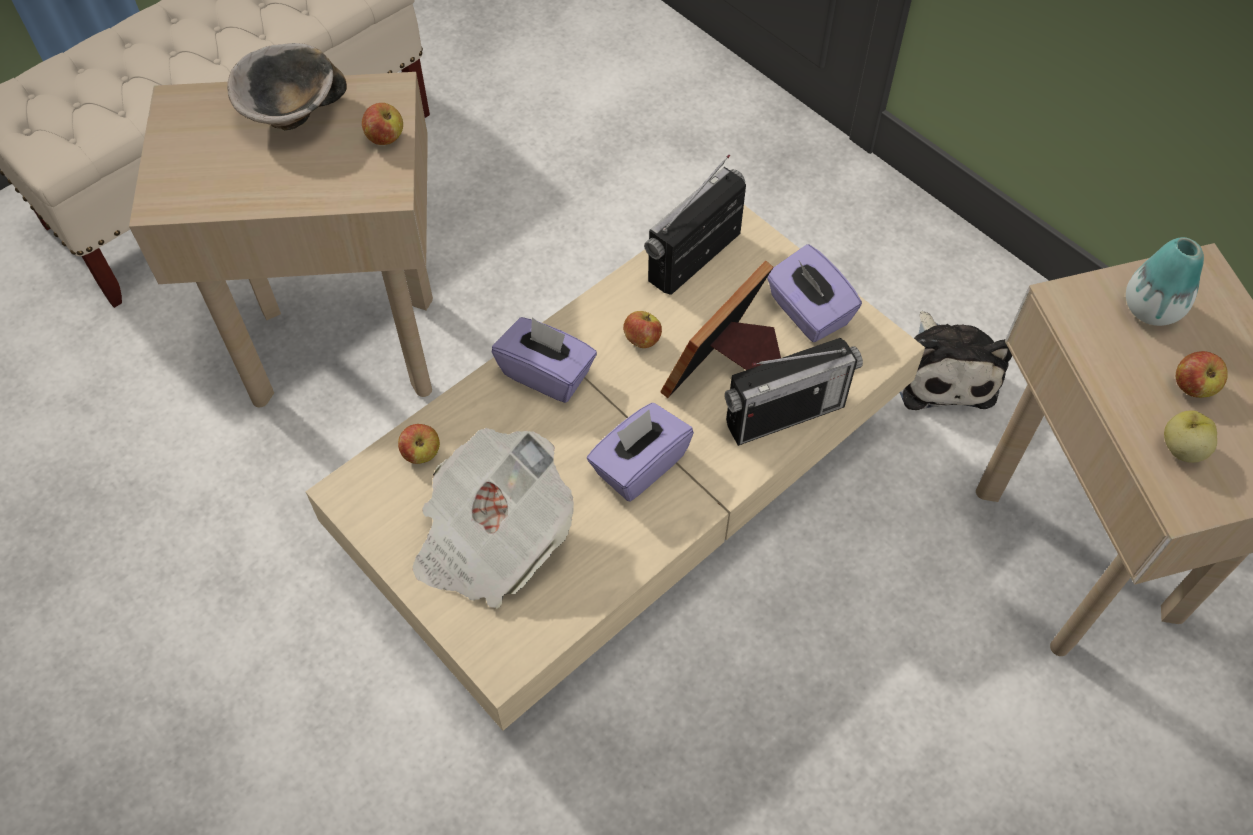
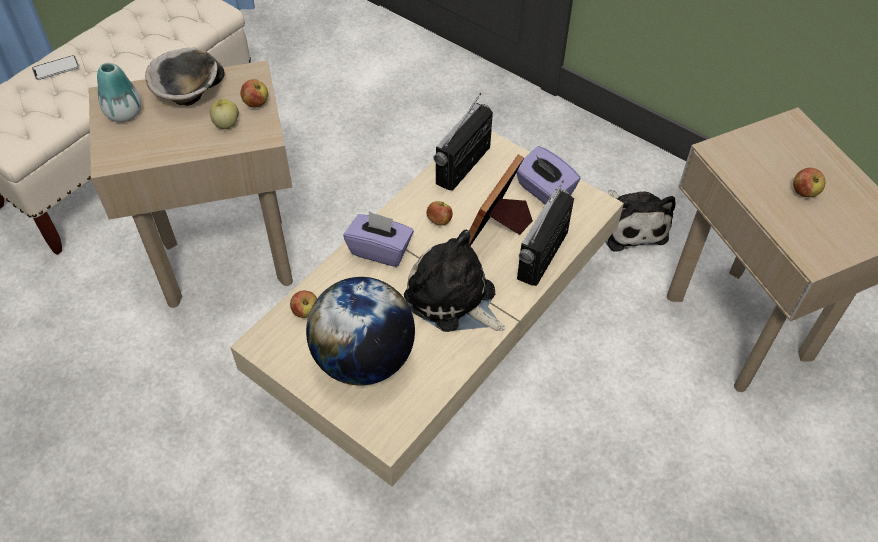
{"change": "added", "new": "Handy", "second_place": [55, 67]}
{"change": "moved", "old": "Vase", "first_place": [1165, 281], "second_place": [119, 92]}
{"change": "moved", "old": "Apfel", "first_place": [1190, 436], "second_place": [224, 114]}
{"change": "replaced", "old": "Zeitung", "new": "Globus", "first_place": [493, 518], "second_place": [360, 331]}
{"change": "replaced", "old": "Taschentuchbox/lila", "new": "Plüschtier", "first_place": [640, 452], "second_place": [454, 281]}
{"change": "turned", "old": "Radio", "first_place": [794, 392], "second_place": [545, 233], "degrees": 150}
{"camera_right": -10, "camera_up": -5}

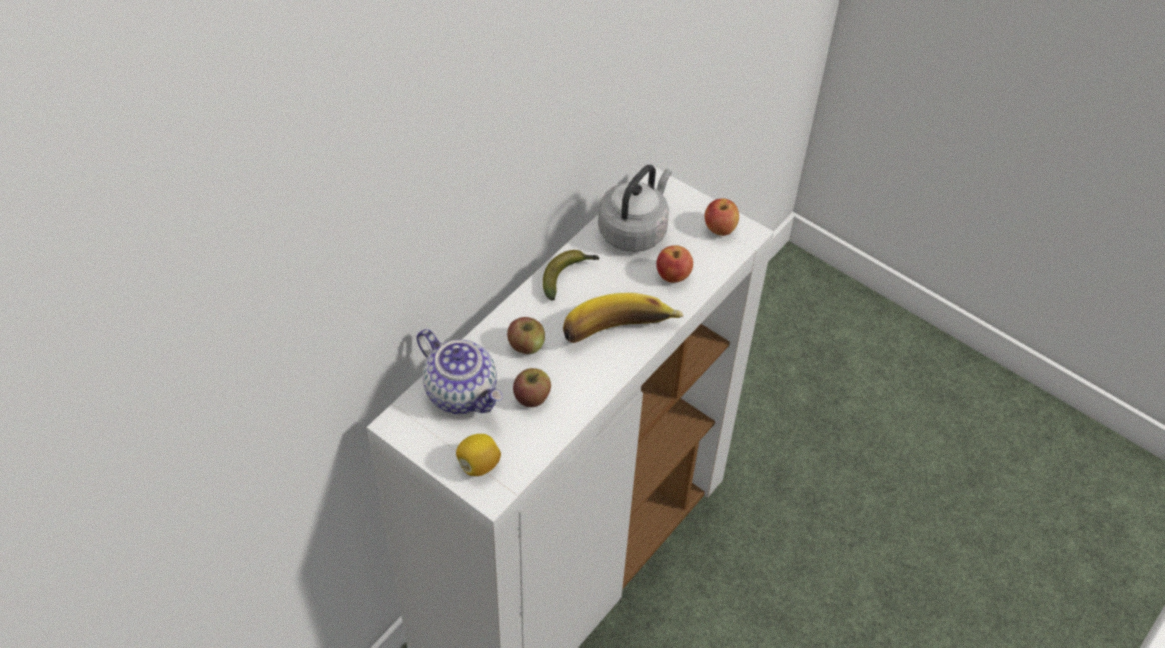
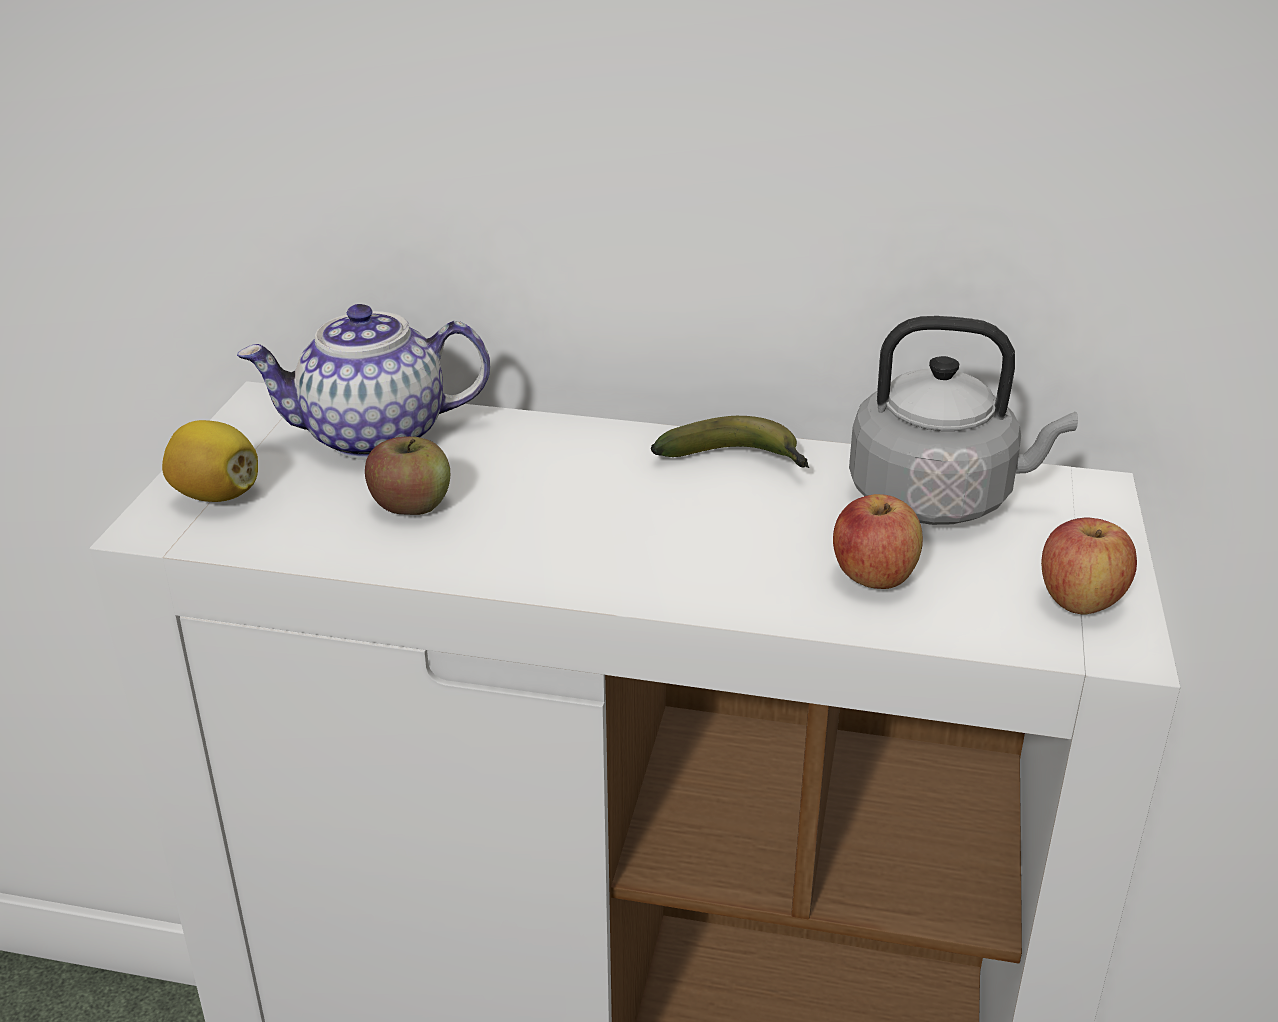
{"change": "turned", "old": "Teekanne", "first_place": [459, 371], "second_place": [363, 382], "degrees": 60}
{"change": "removed", "old": "Apfel", "first_place": [526, 335]}
{"change": "removed", "old": "Banane", "first_place": [623, 317]}
{"camera_right": 65, "camera_up": -20}

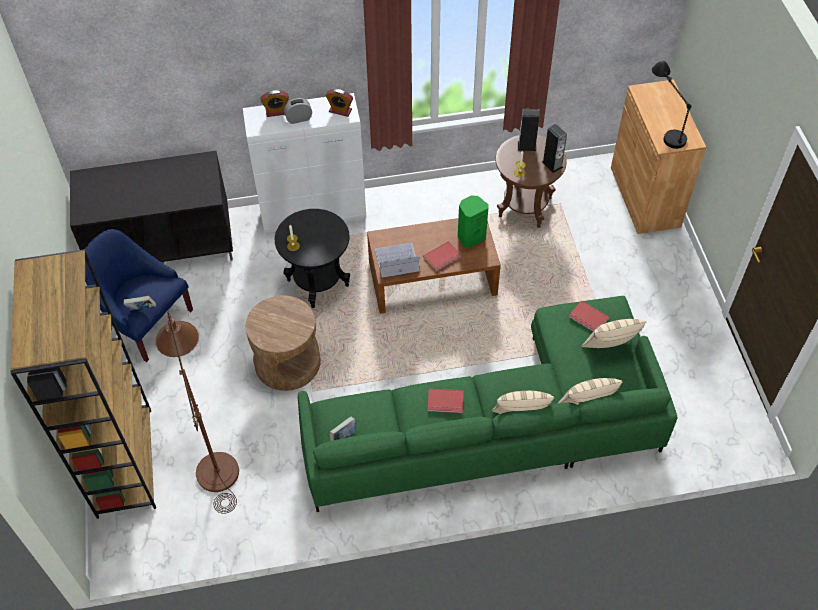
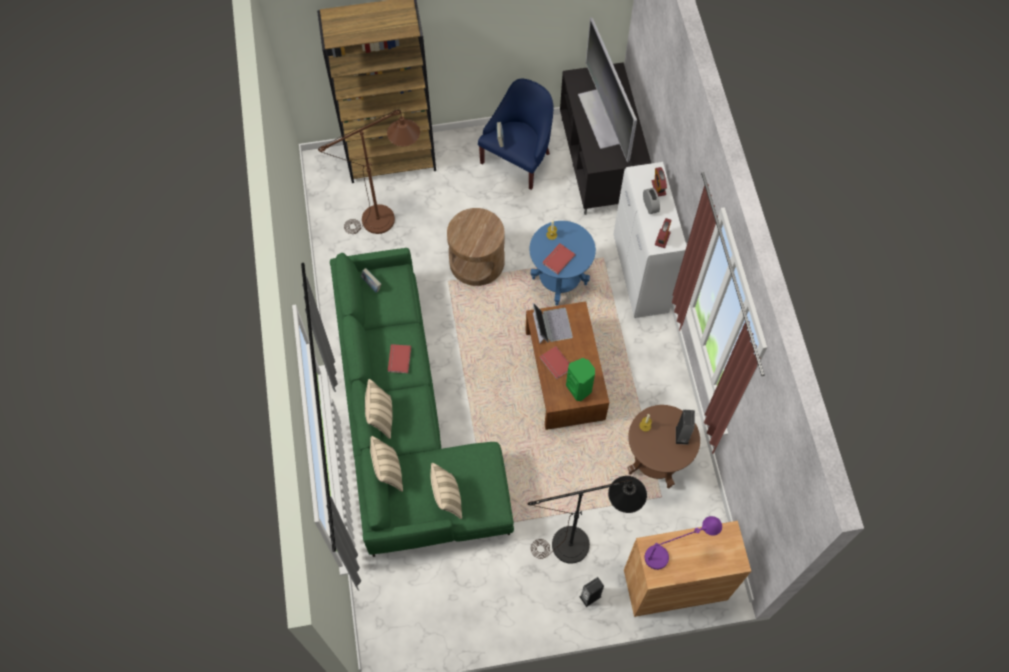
{"change": "added", "new": "Stehlampe/schwarz", "second_place": [587, 520]}
{"change": "recoloured", "old": "Beistelltisch/schwarz", "new": "Beistelltisch/blau", "first_place": [312, 258], "second_place": [562, 263]}
{"change": "moved", "old": "Buch/rot", "first_place": [589, 316], "second_place": [559, 259]}
{"change": "added", "new": "Fernseher", "second_place": [607, 89]}
{"change": "moved", "old": "Lautsprecher", "first_place": [554, 148], "second_place": [591, 592]}
{"change": "recoloured", "old": "Tischlampe/schwarz", "new": "Tischlampe/lila", "first_place": [672, 105], "second_place": [683, 543]}
{"camera_right": 90, "camera_up": 10}

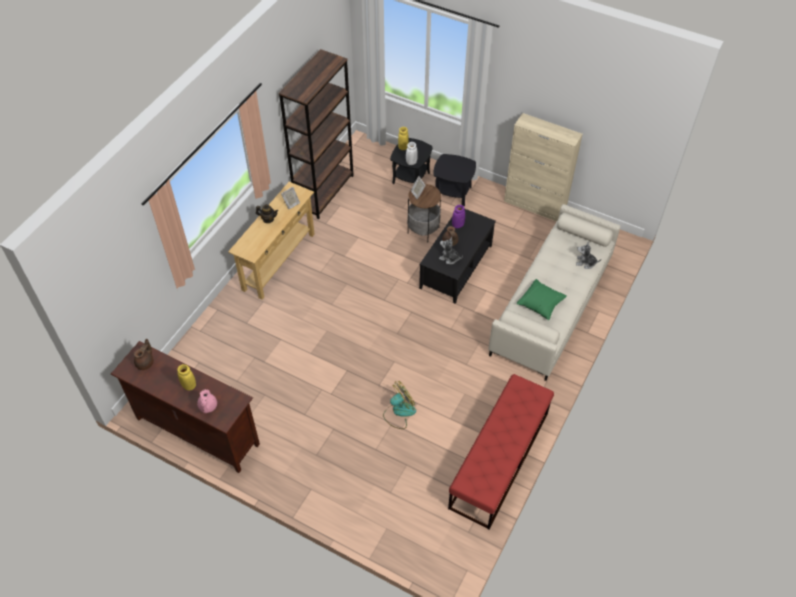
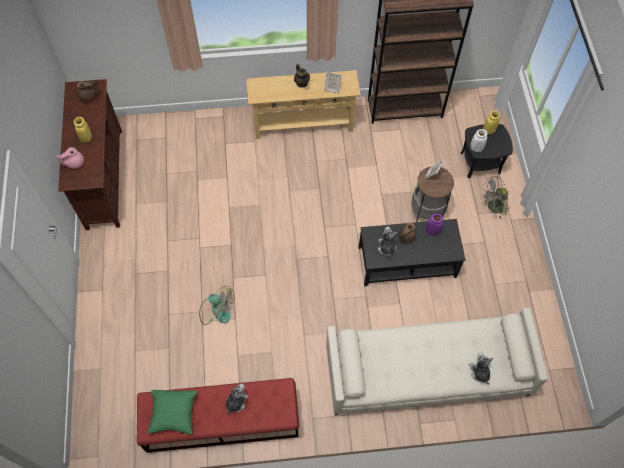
{"change": "moved", "old": "Kissen/grün", "first_place": [542, 299], "second_place": [172, 412]}
{"change": "added", "new": "Plüschtier", "second_place": [237, 399]}
{"change": "replaced", "old": "Beistelltisch/schwarz", "new": "Ventilator/grau", "first_place": [454, 180], "second_place": [495, 197]}
{"change": "removed", "old": "Schrank/beige", "first_place": [543, 167]}
{"camera_right": 55, "camera_up": 10}

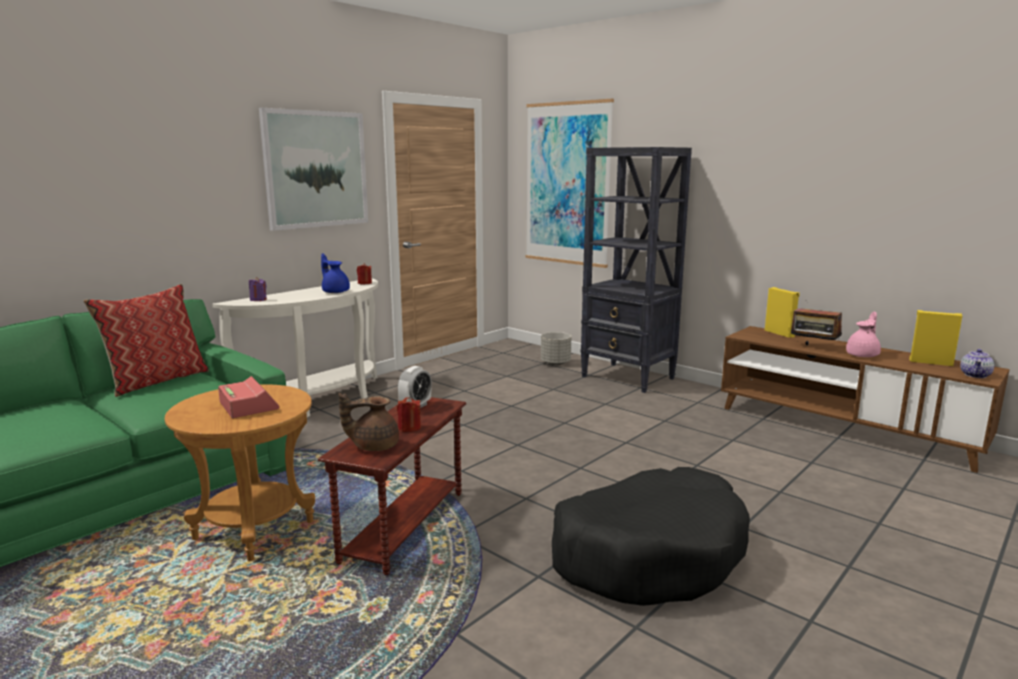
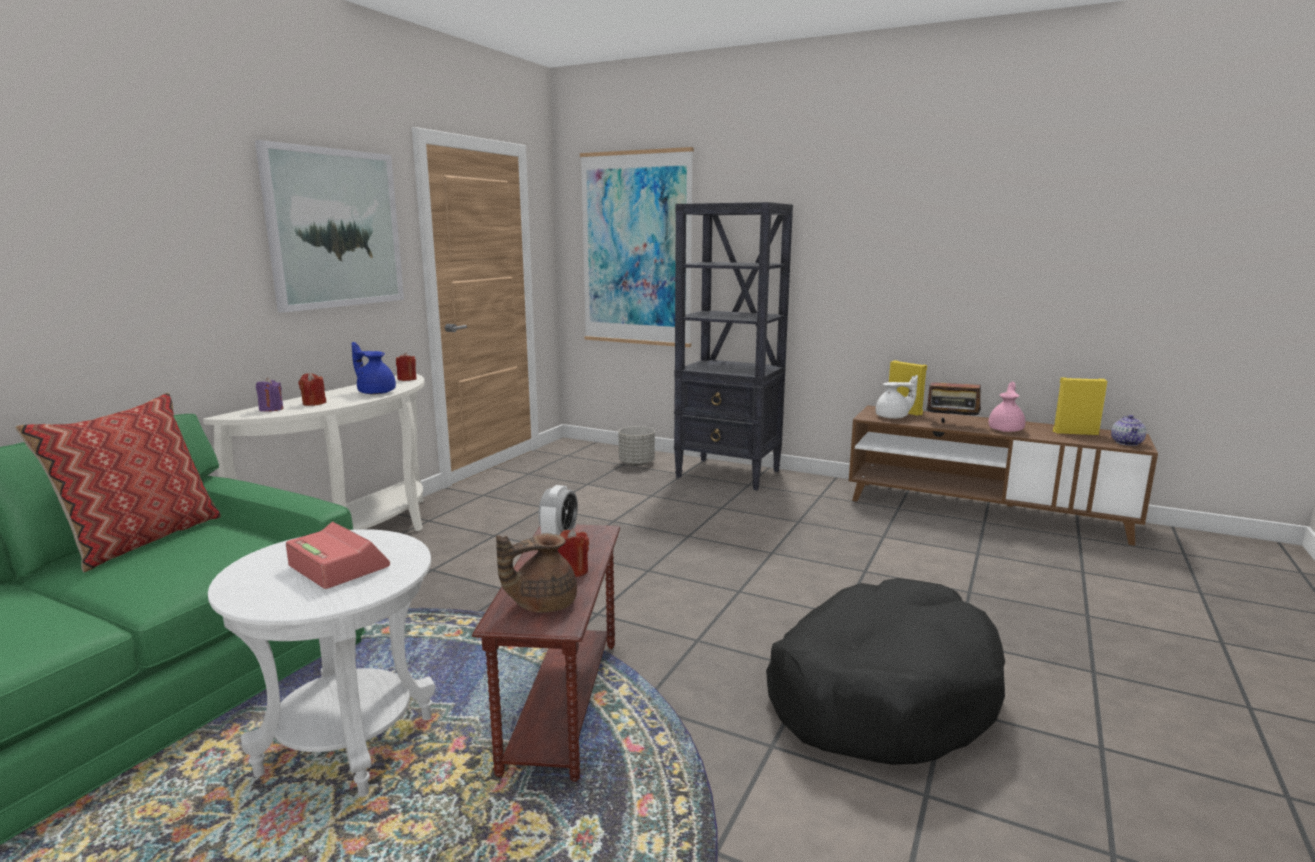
{"change": "recoloured", "old": "Beistelltisch/braun", "new": "Beistelltisch/weiß", "first_place": [240, 472], "second_place": [321, 663]}
{"change": "added", "new": "Kerze/rot", "second_place": [312, 389]}
{"change": "added", "new": "Teekanne/weiß", "second_place": [897, 397]}
{"camera_right": -15, "camera_up": 0}

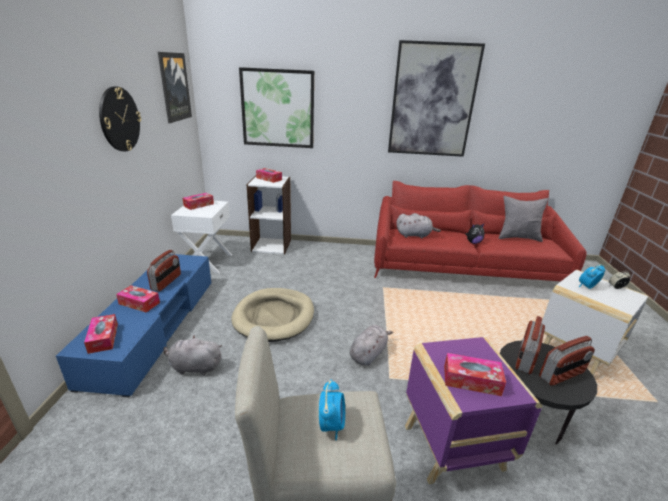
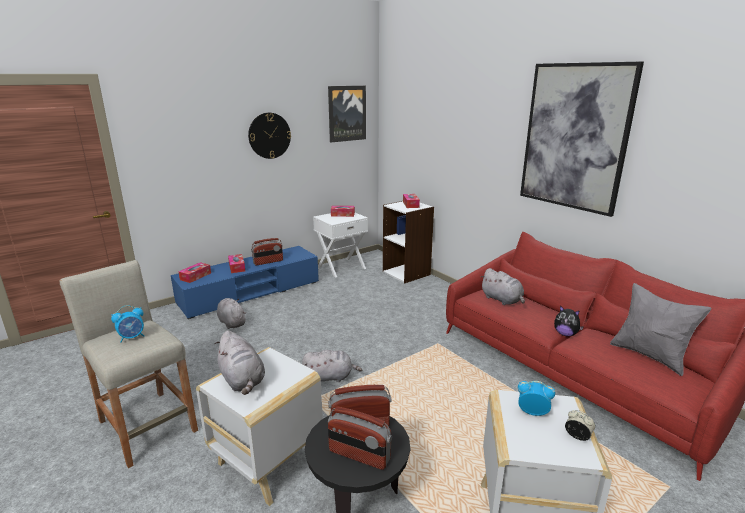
{"change": "recoloured", "old": "Beistelltisch/lila", "new": "Beistelltisch/weiß", "first_place": [473, 410], "second_place": [259, 426]}
{"change": "replaced", "old": "Taschentuchbox", "new": "Plüschtier/grau", "first_place": [475, 374], "second_place": [240, 362]}
{"change": "removed", "old": "Hundebett/beige", "first_place": [272, 315]}
{"change": "removed", "old": "Bild", "first_place": [276, 107]}
{"camera_right": 50, "camera_up": -5}

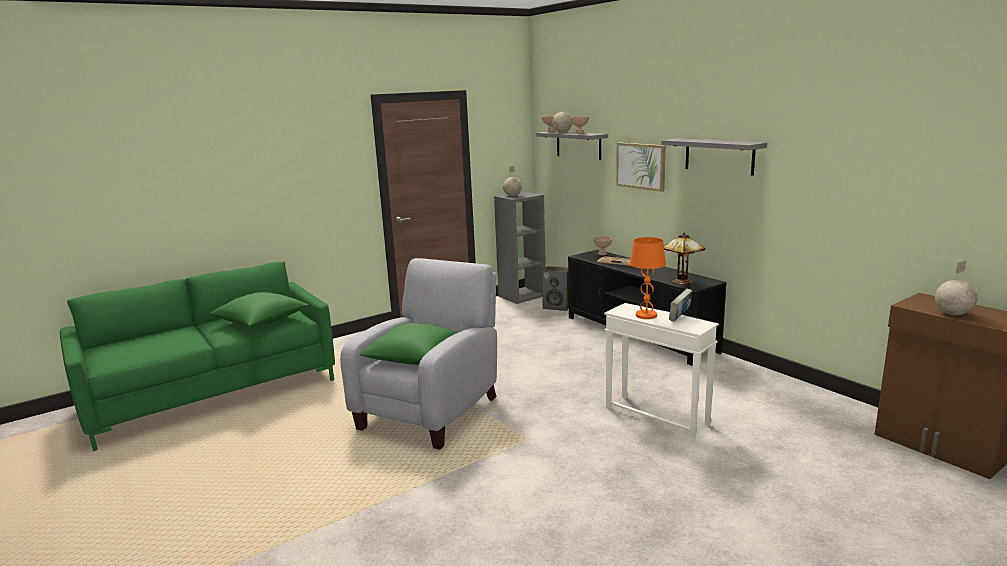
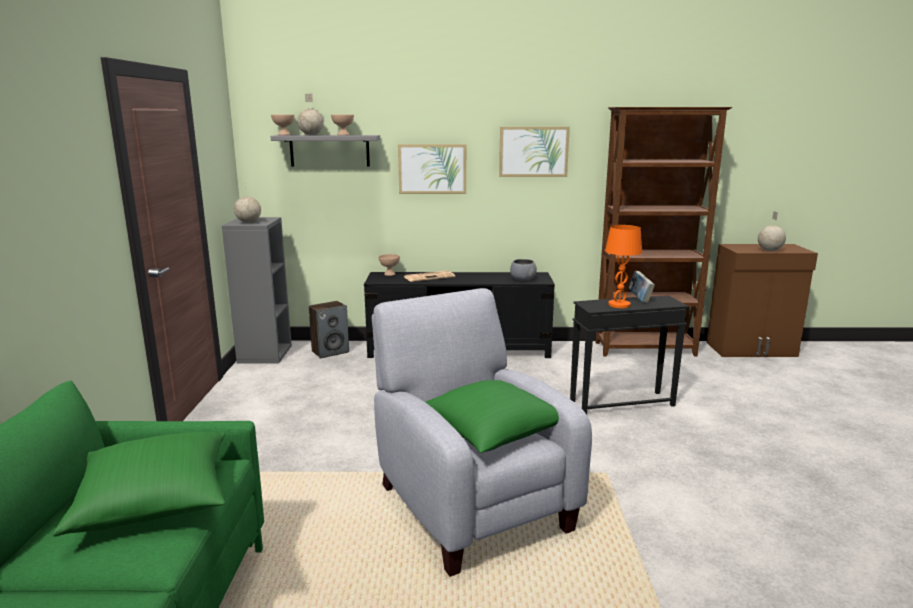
{"change": "replaced", "old": "Wandregal/grau", "new": "Bild", "first_place": [714, 157], "second_place": [534, 152]}
{"change": "replaced", "old": "Tischlampe", "new": "Schüssel/grau", "first_place": [685, 259], "second_place": [523, 270]}
{"change": "recoloured", "old": "Beistelltisch/weiß", "new": "Beistelltisch/schwarz", "first_place": [661, 371], "second_place": [629, 355]}
{"change": "added", "new": "Bücherregal/braun", "second_place": [664, 232]}
{"camera_right": -55, "camera_up": 0}

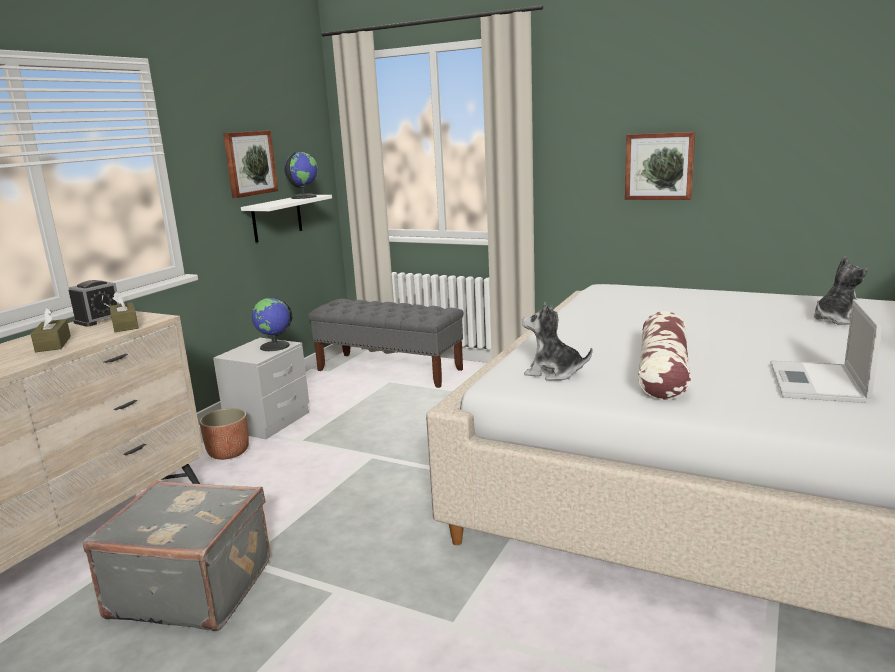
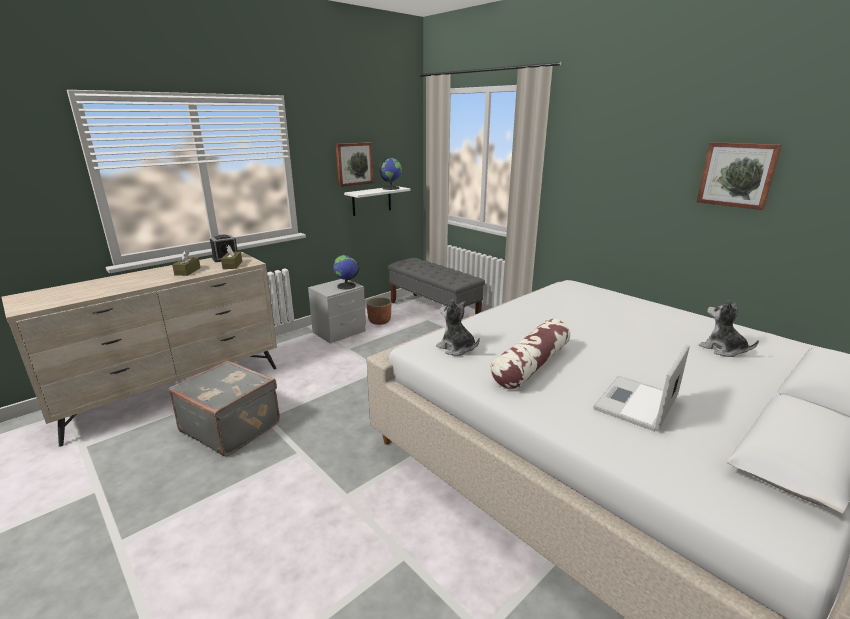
{"change": "moved", "old": "Pflanzkübel", "first_place": [224, 434], "second_place": [378, 311]}
{"change": "moved", "old": "Bild", "first_place": [660, 166], "second_place": [739, 176]}
{"change": "turned", "old": "Plüschtier", "first_place": [841, 290], "second_place": [729, 328], "degrees": -120}
{"camera_right": 20, "camera_up": 5}

